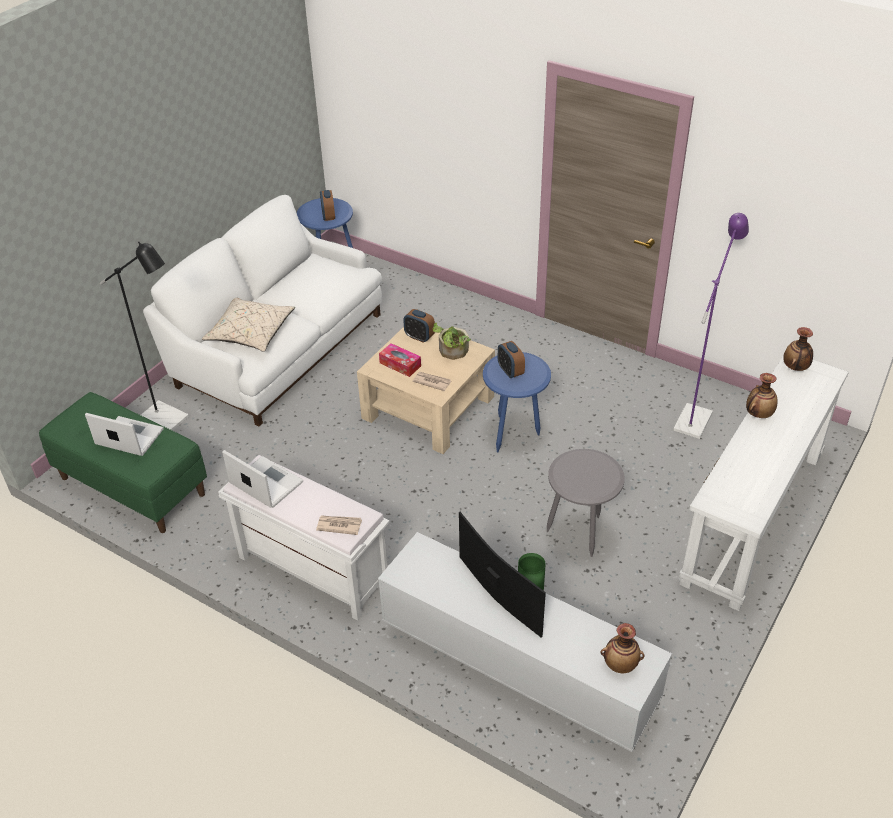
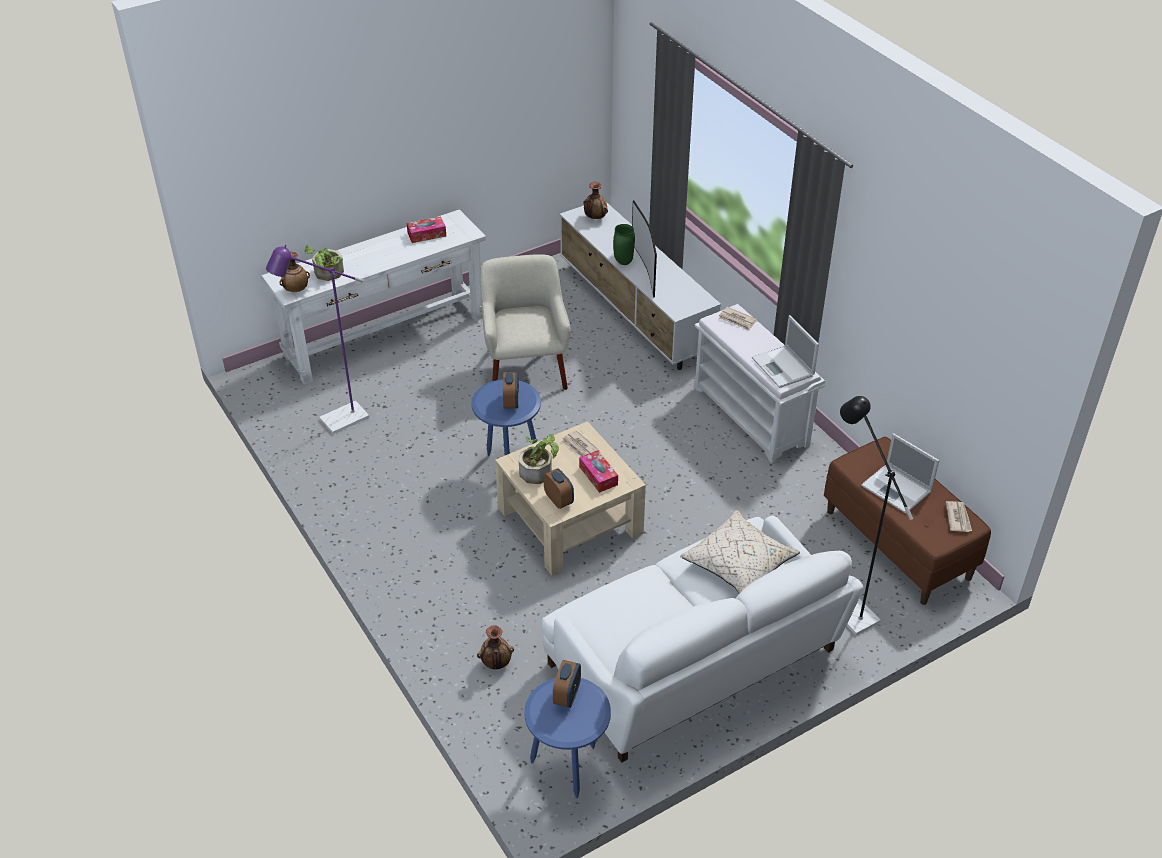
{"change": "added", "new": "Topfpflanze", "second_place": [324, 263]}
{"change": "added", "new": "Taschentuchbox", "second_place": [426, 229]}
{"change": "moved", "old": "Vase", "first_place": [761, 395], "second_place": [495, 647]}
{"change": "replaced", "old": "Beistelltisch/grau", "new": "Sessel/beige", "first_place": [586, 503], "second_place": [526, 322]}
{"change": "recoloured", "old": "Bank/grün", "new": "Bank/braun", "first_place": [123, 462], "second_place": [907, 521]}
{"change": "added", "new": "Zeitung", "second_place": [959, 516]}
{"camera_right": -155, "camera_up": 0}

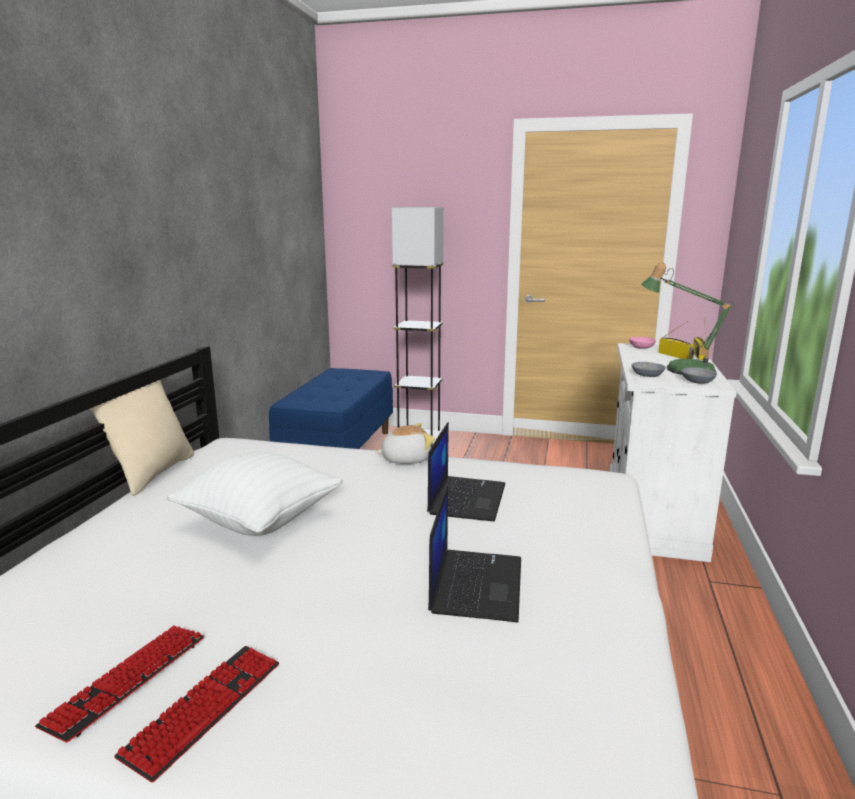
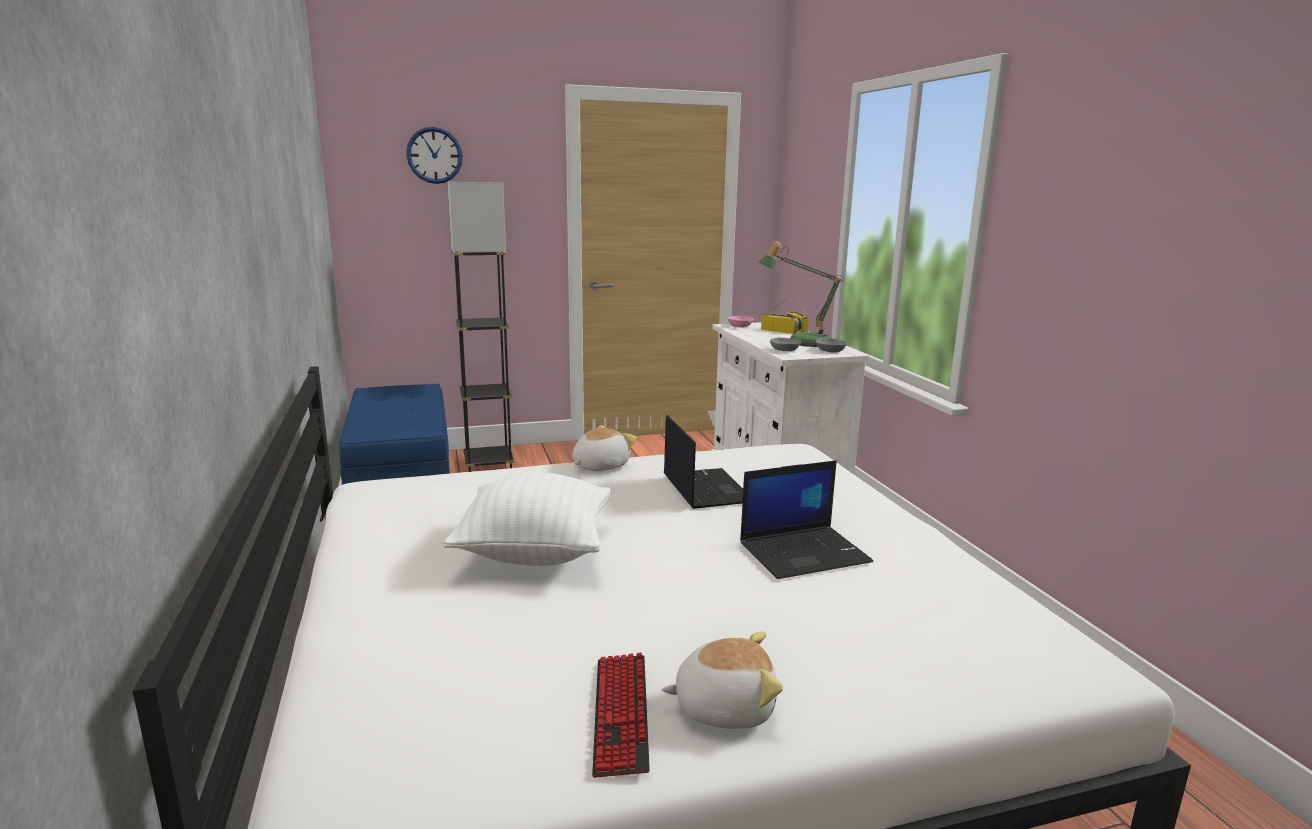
{"change": "added", "new": "Wanduhr", "second_place": [434, 155]}
{"change": "replaced", "old": "Tastatur", "new": "Plüschtier", "first_place": [196, 714], "second_place": [722, 680]}
{"change": "turned", "old": "Laptop", "first_place": [474, 552], "second_place": [806, 519], "degrees": 90}
{"change": "removed", "old": "Kissen/beige", "first_place": [142, 438]}
{"camera_right": -30, "camera_up": 0}

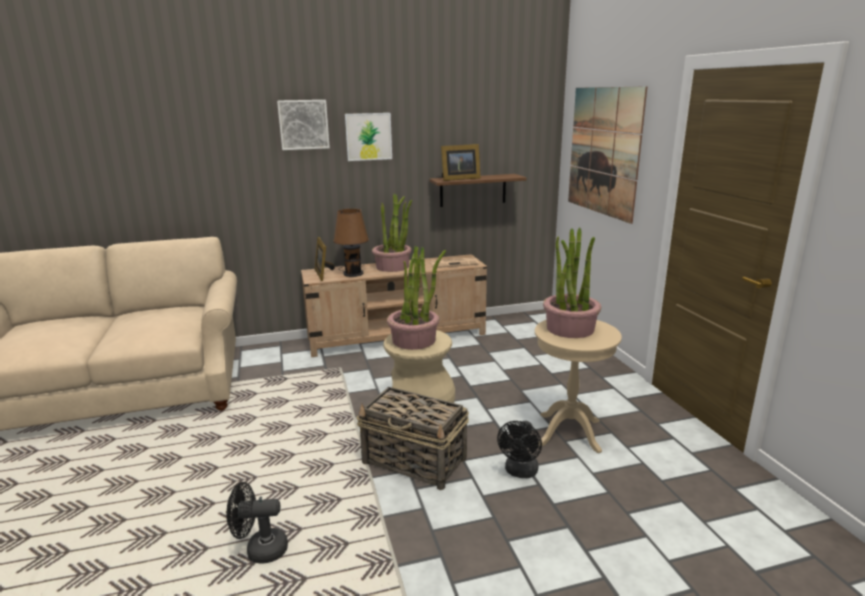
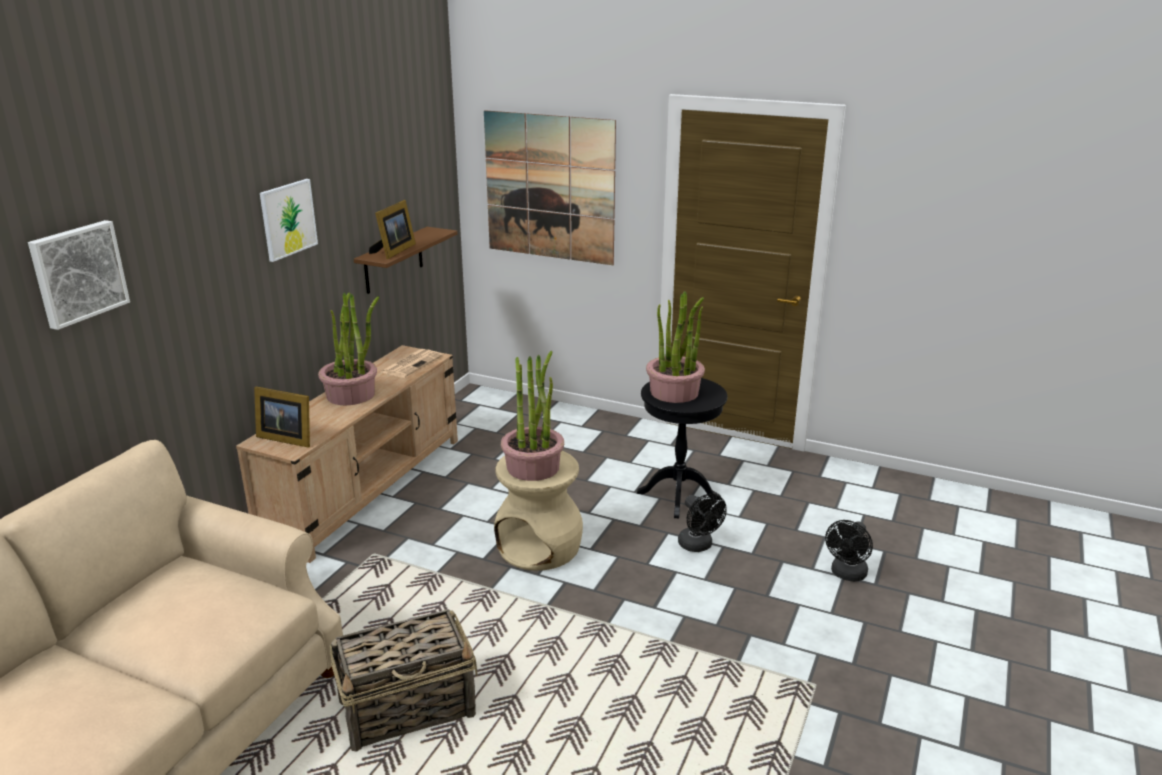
{"change": "moved", "old": "Bild", "first_place": [303, 125], "second_place": [79, 275]}
{"change": "moved", "old": "Korb", "first_place": [412, 438], "second_place": [404, 680]}
{"change": "recoloured", "old": "Beistelltisch/beige", "new": "Beistelltisch/schwarz", "first_place": [578, 386], "second_place": [682, 448]}
{"change": "moved", "old": "Ventilator/schwarz", "first_place": [257, 523], "second_place": [849, 551]}
{"change": "removed", "old": "Tischlampe/braun", "first_place": [351, 243]}
{"camera_right": -50, "camera_up": 5}

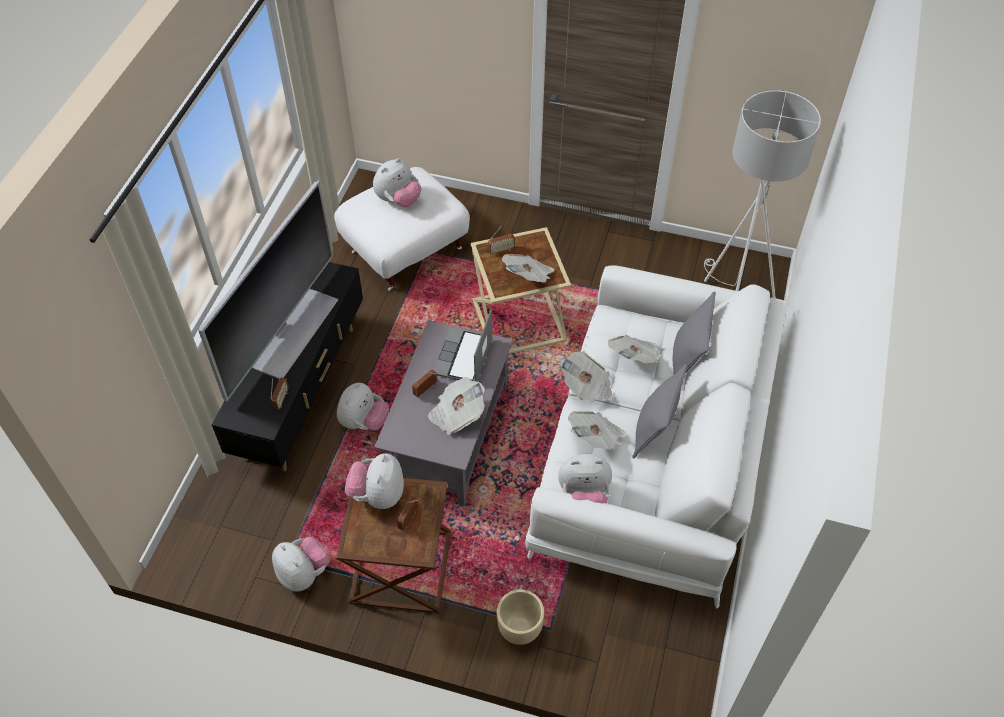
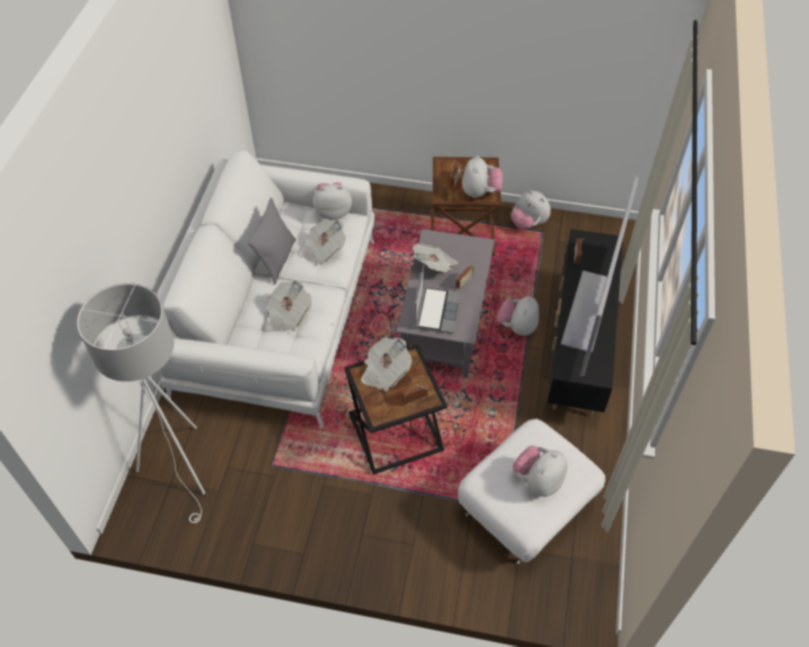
{"change": "recoloured", "old": "Beistelltisch/beige", "new": "Beistelltisch/schwarz", "first_place": [521, 290], "second_place": [395, 409]}
{"change": "removed", "old": "Pflanzkübel/beige", "first_place": [520, 617]}
{"change": "removed", "old": "Zeitung", "first_place": [586, 376]}
{"change": "removed", "old": "Kissen/grau", "first_place": [694, 332]}
{"camera_right": 175, "camera_up": 0}

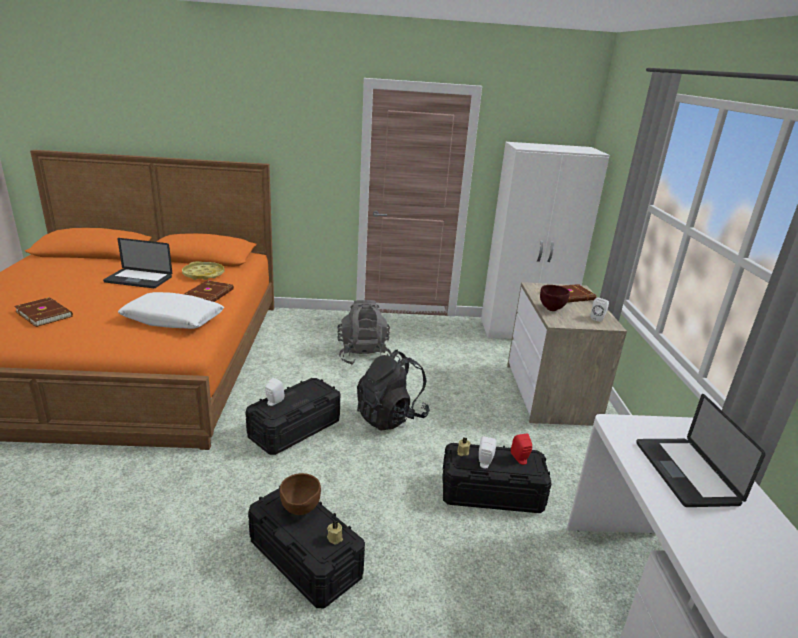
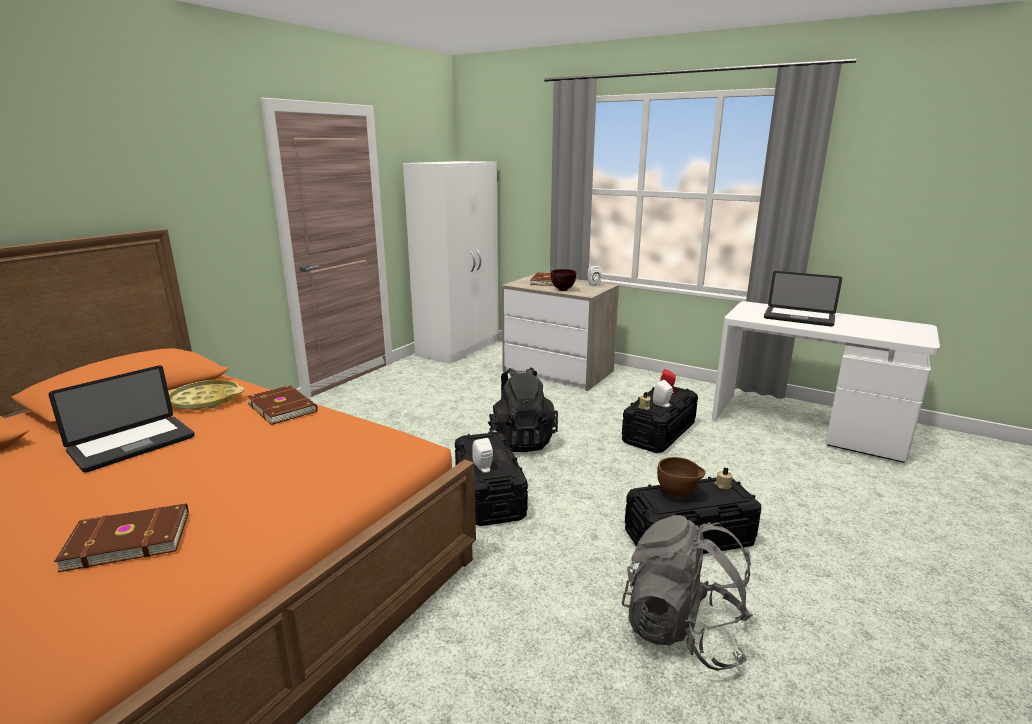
{"change": "moved", "old": "Rucksack/grau", "first_place": [364, 332], "second_place": [687, 593]}
{"change": "removed", "old": "Kissen/weiß", "first_place": [171, 310]}
{"camera_right": -55, "camera_up": -5}

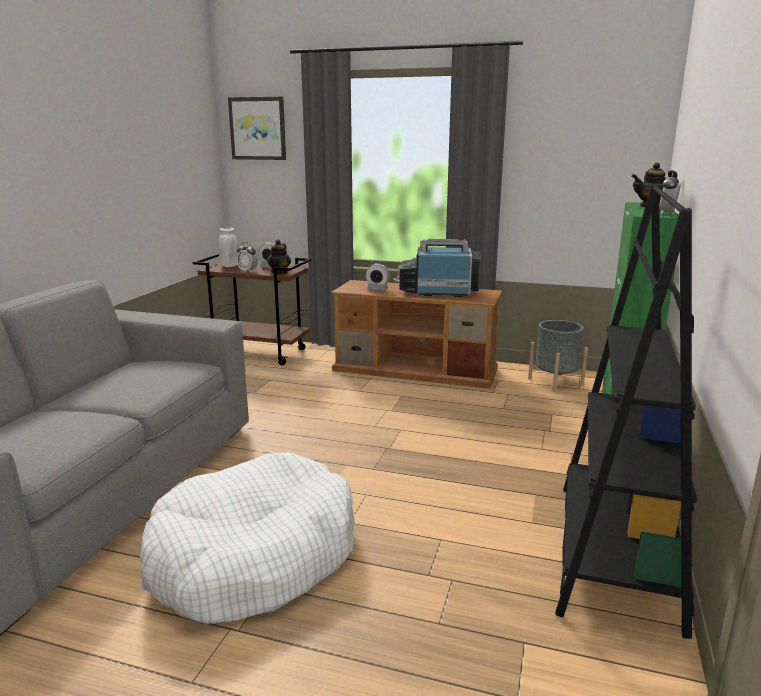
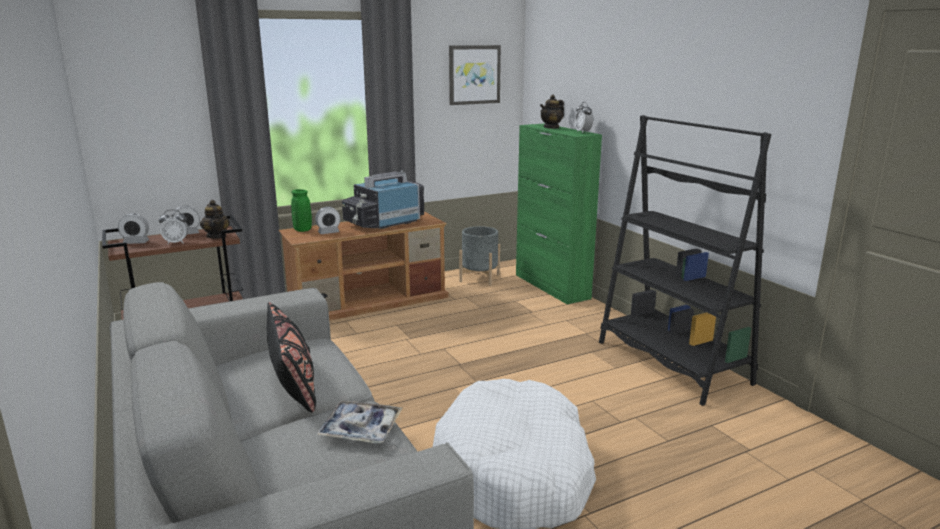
{"change": "replaced", "old": "Vase/weiß", "new": "Wecker", "first_place": [228, 247], "second_place": [133, 228]}
{"change": "added", "new": "Kissen/schwarz", "second_place": [291, 357]}
{"change": "added", "new": "Vase/grün", "second_place": [301, 210]}
{"change": "added", "new": "Tablett", "second_place": [359, 422]}
{"change": "moved", "old": "Bild", "first_place": [257, 128], "second_place": [475, 75]}
{"camera_right": -45, "camera_up": 0}

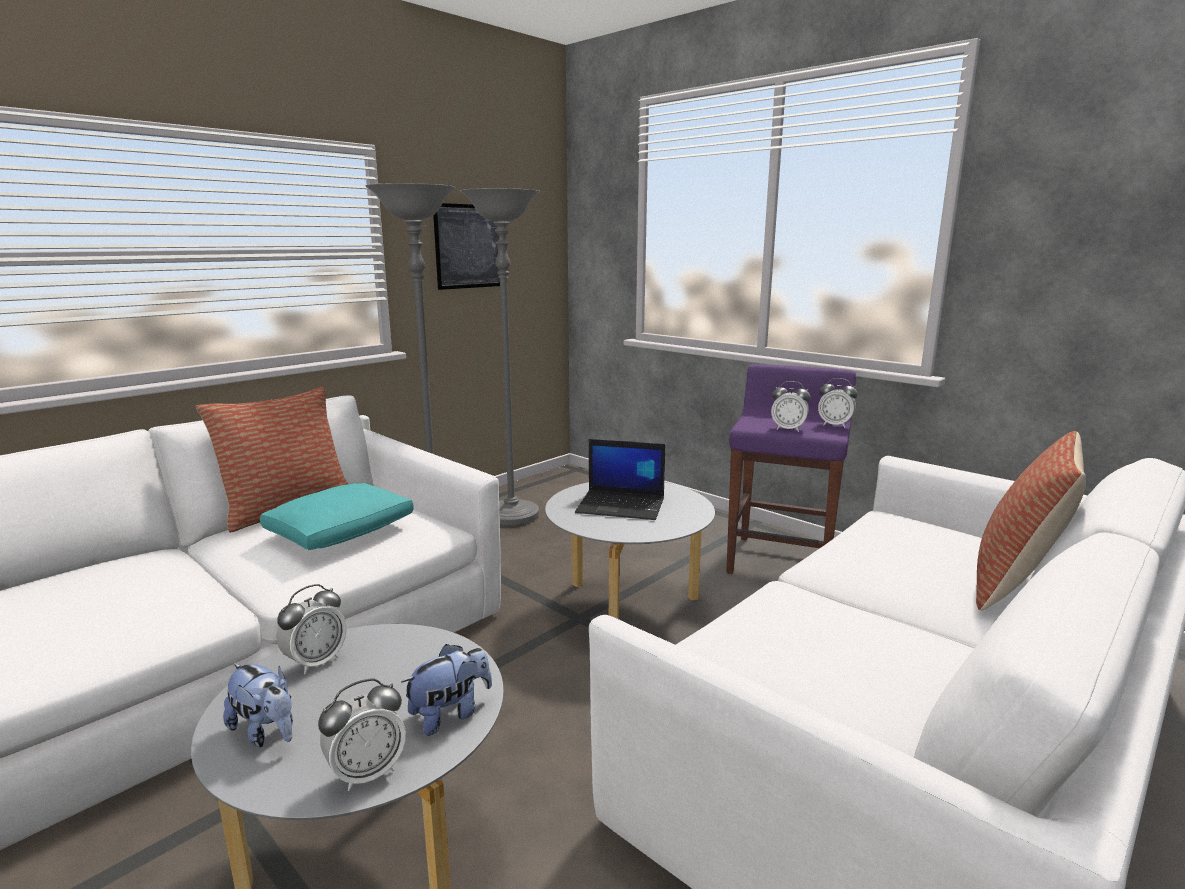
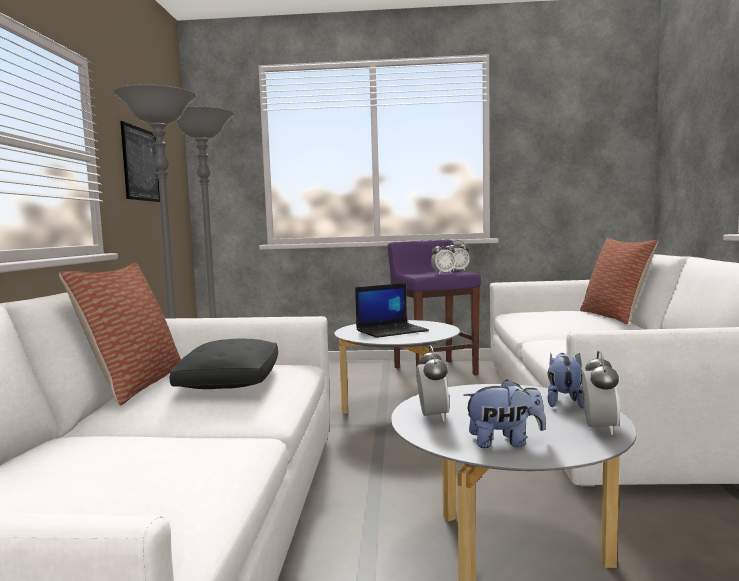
{"change": "recoloured", "old": "Kissen/türkis", "new": "Kissen/schwarz", "first_place": [337, 516], "second_place": [223, 364]}
{"camera_right": -40, "camera_up": -10}

